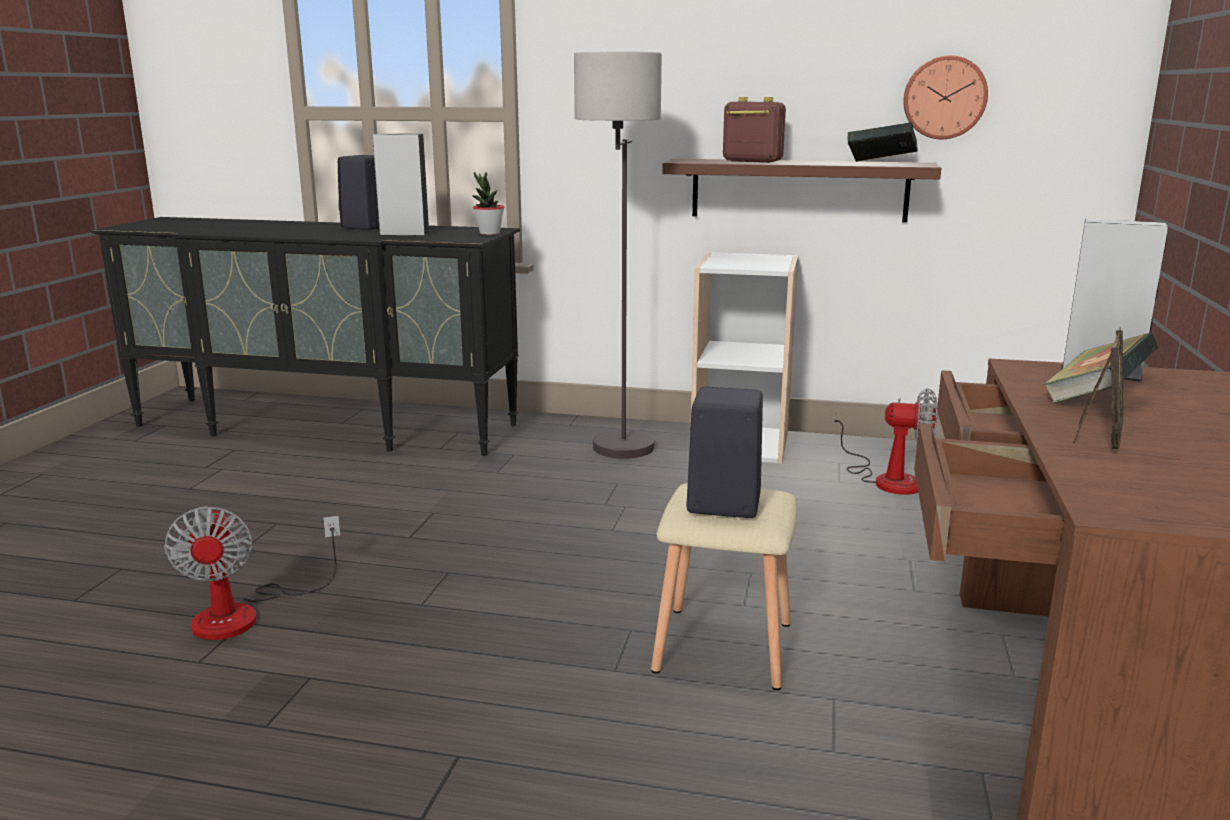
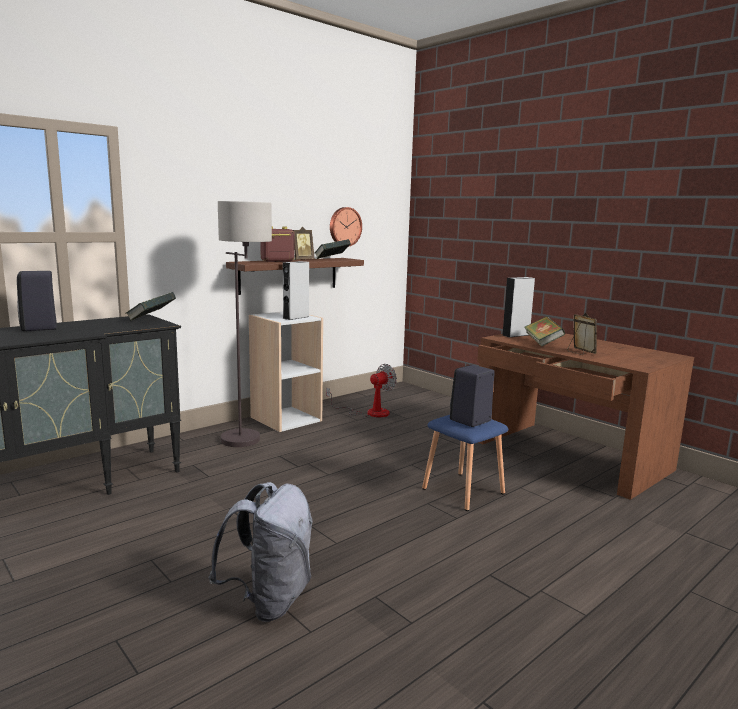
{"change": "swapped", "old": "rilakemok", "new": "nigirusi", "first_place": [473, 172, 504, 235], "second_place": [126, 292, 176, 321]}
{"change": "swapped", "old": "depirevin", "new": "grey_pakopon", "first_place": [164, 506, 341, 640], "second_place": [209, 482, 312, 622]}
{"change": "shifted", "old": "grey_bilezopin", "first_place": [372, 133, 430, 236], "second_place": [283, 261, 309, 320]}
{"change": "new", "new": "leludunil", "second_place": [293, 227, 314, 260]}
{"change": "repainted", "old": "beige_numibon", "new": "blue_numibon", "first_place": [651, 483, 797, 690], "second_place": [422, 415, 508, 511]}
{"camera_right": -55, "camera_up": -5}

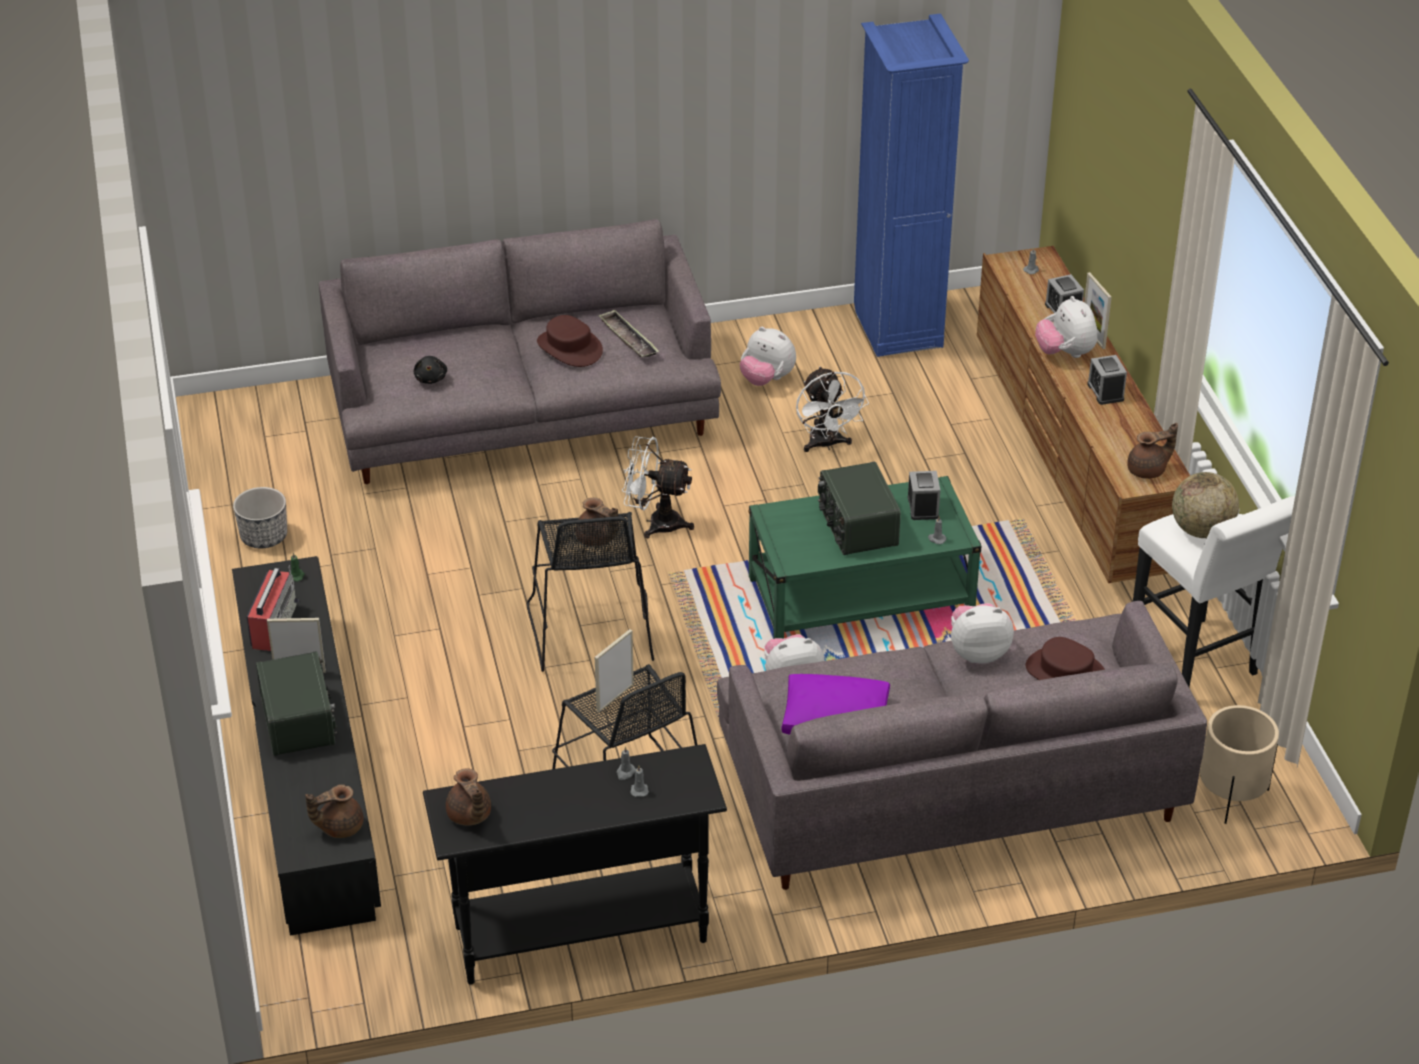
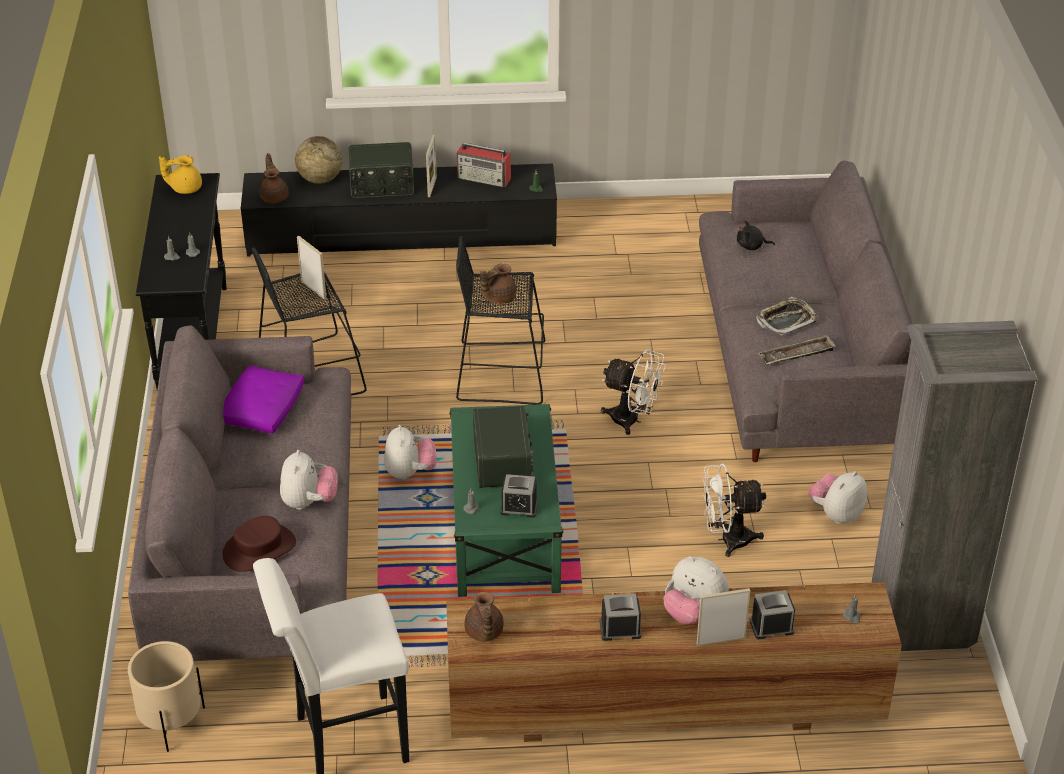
{"change": "repainted", "old": "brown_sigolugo", "new": "yellow_sigolugo", "first_place": [446, 768, 491, 826], "second_place": [159, 155, 202, 194]}
{"change": "shifted", "old": "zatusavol", "first_place": [1172, 472, 1239, 538], "second_place": [295, 136, 342, 184]}
{"change": "rotated", "old": "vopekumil", "first_place": [818, 461, 901, 555], "second_place": [473, 406, 535, 488], "degrees": 90}
{"change": "rotated", "old": "white_depirevin", "first_place": [622, 436, 694, 538], "second_place": [601, 349, 666, 435], "degrees": 90}
{"change": "rotated", "old": "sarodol", "first_place": [1035, 296, 1097, 358], "second_place": [663, 556, 729, 624], "degrees": -135}
{"change": "swapped", "old": "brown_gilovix", "new": "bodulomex", "first_place": [537, 315, 603, 367], "second_place": [756, 297, 818, 336]}
{"change": "repainted", "old": "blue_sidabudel", "new": "grey_sidabudel", "first_place": [854, 14, 969, 357], "second_place": [871, 321, 1038, 651]}
{"change": "gone", "old": "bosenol", "first_place": [233, 487, 287, 548]}
{"camera_right": 100, "camera_up": 0}

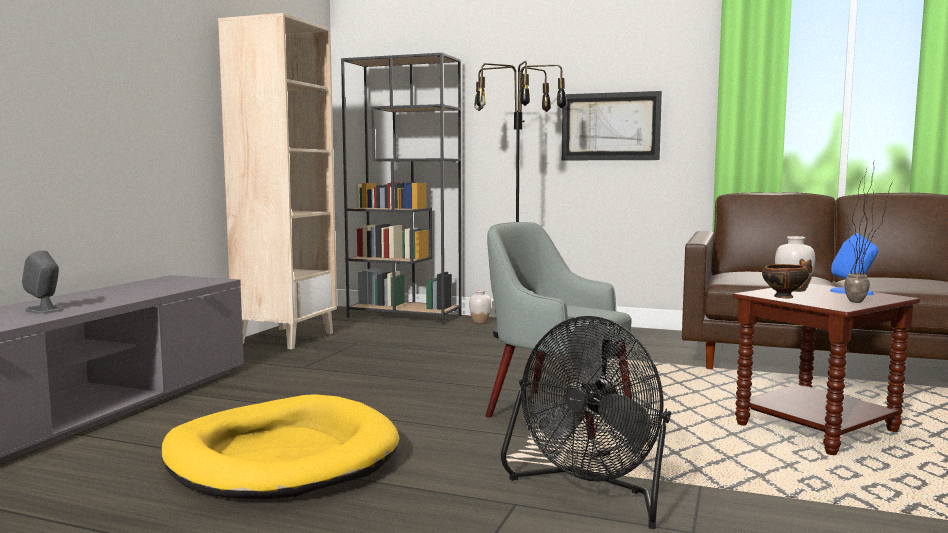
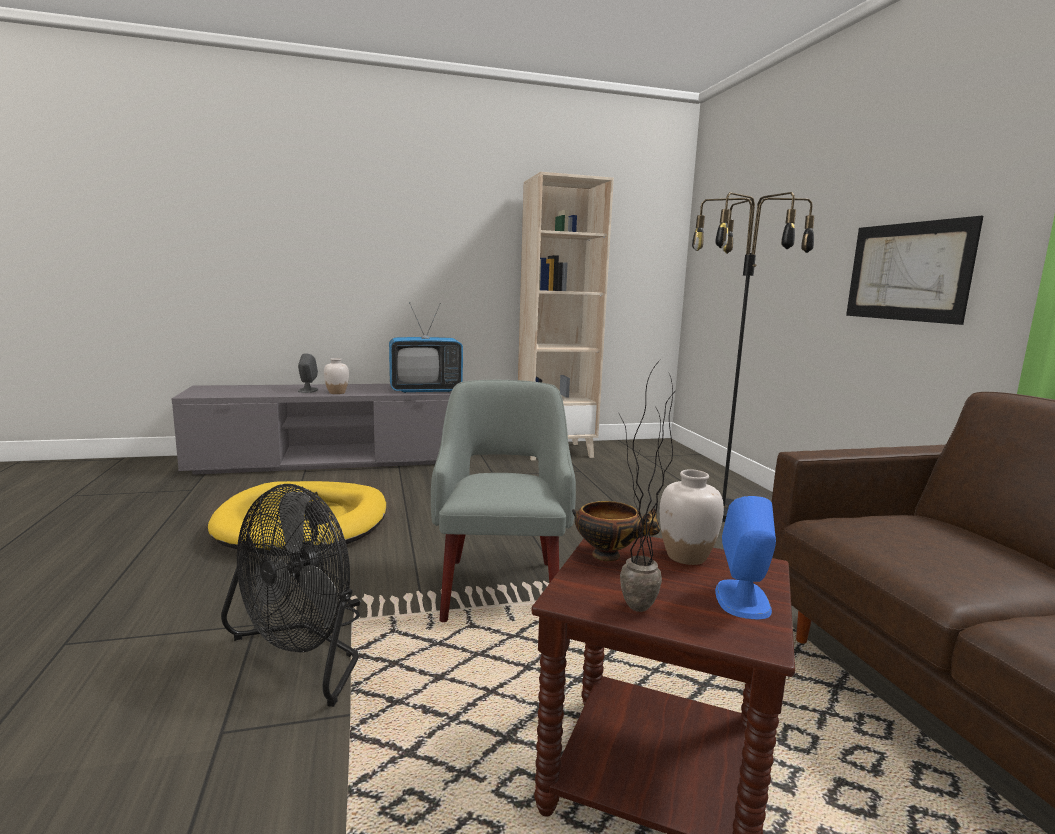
{"change": "rotated", "old": "black_depirevin", "first_place": [501, 316, 671, 529], "second_place": [221, 484, 362, 707], "degrees": -60}
{"change": "shifted", "old": "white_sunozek", "first_place": [469, 290, 492, 323], "second_place": [324, 358, 349, 394]}
{"change": "new", "new": "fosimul", "second_place": [389, 302, 463, 393]}
{"change": "gone", "old": "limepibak", "first_place": [341, 53, 462, 325]}
{"camera_right": 55, "camera_up": 5}

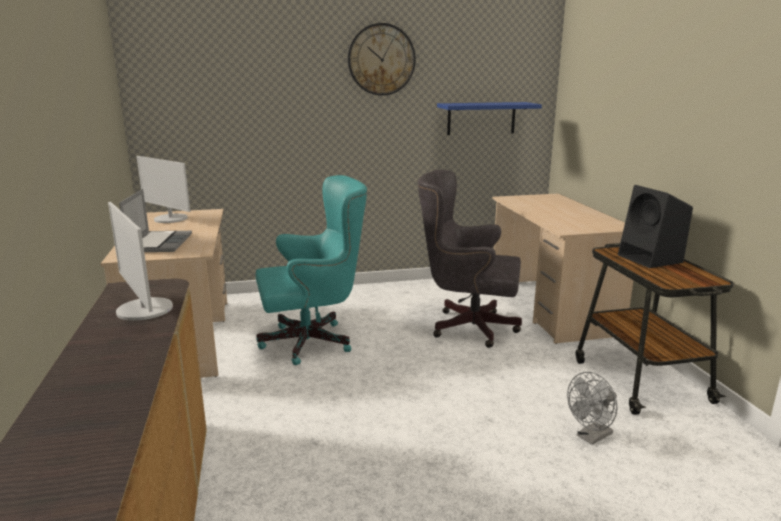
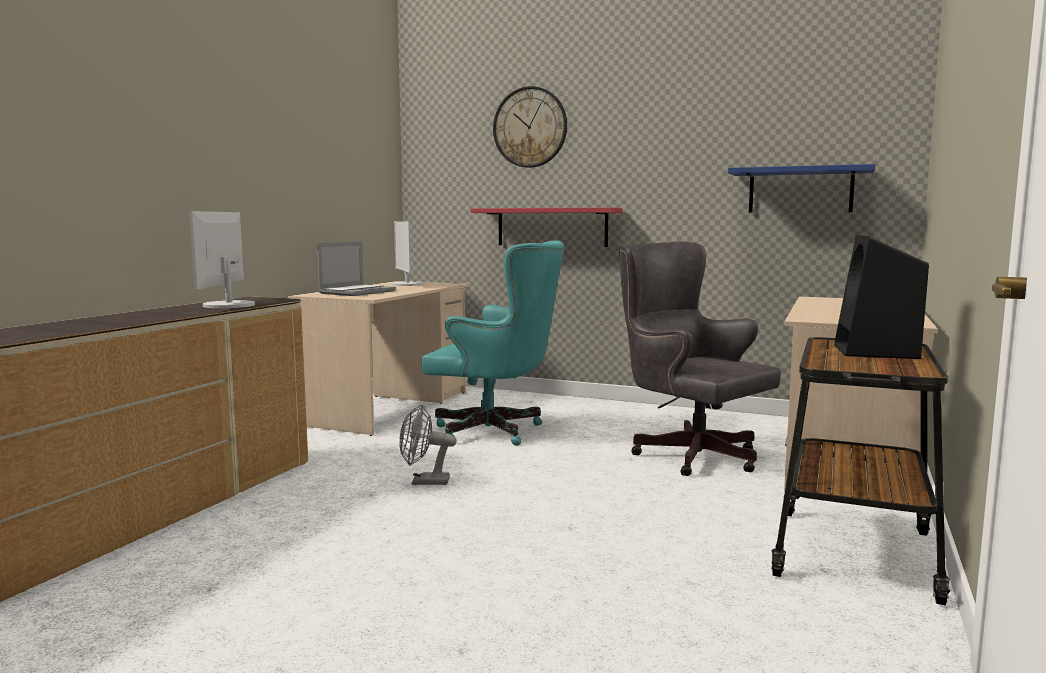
{"change": "shifted", "old": "grey_depirevin", "first_place": [567, 372, 617, 445], "second_place": [399, 404, 457, 485]}
{"change": "new", "new": "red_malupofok", "second_place": [471, 207, 622, 247]}
{"change": "shifted", "old": "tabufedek", "first_place": [348, 23, 416, 96], "second_place": [493, 86, 567, 168]}
{"camera_right": 35, "camera_up": -10}

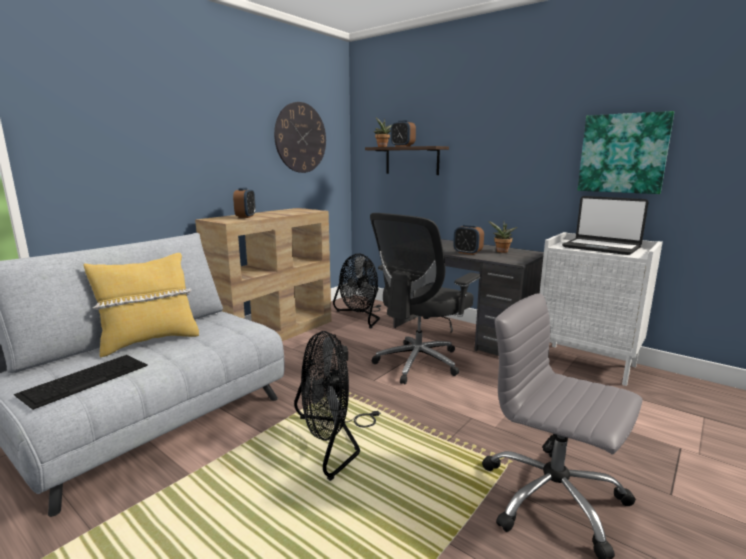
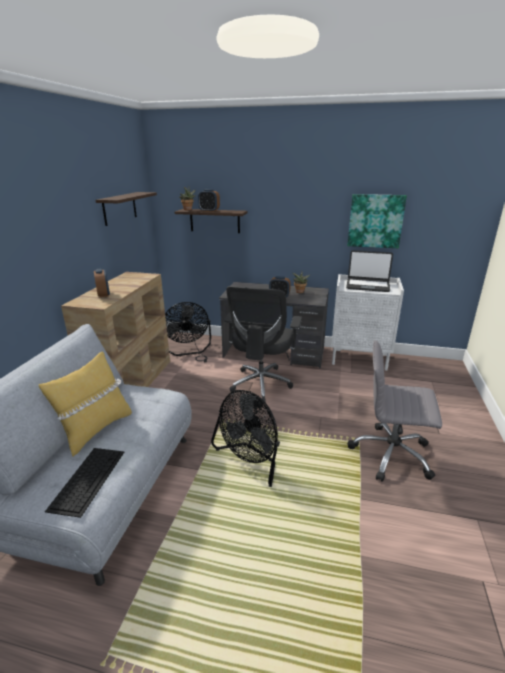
{"change": "swapped", "old": "tabufedek", "new": "malupofok", "first_place": [274, 102, 326, 173], "second_place": [96, 192, 157, 226]}
{"change": "rotated", "old": "black_depirevin", "first_place": [333, 253, 381, 328], "second_place": [165, 302, 211, 362], "degrees": 135}
{"camera_right": -25, "camera_up": 10}

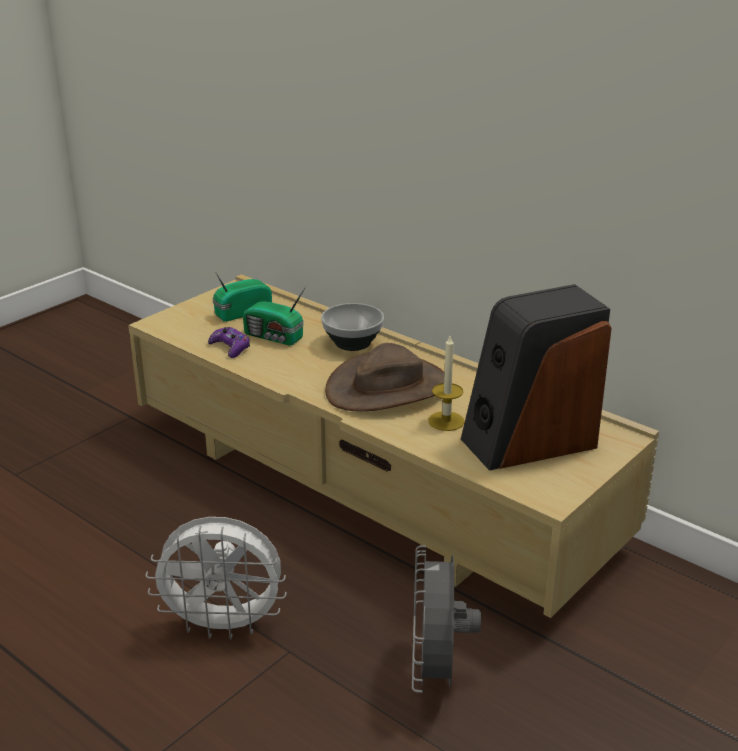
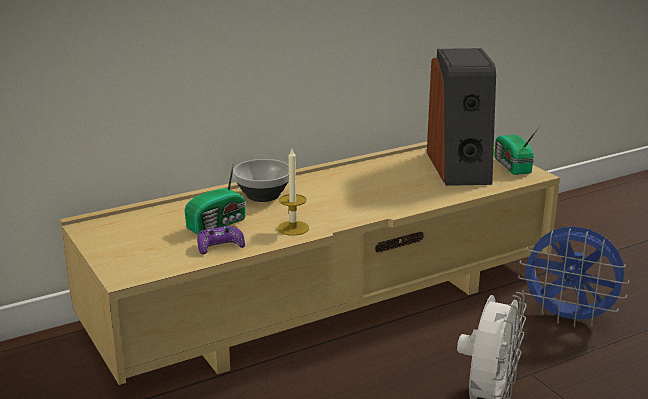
{"change": "shifted", "old": "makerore", "first_place": [429, 336, 464, 431], "second_place": [277, 149, 309, 236]}
{"change": "shifted", "old": "vopekumil", "first_place": [212, 272, 272, 322], "second_place": [494, 127, 539, 175]}
{"change": "repainted", "old": "grey_depirevin", "new": "blue_depirevin", "first_place": [412, 545, 481, 693], "second_place": [518, 227, 629, 327]}
{"change": "gone", "old": "brown_gilovix", "first_place": [325, 343, 445, 412]}
{"camera_right": -70, "camera_up": -5}

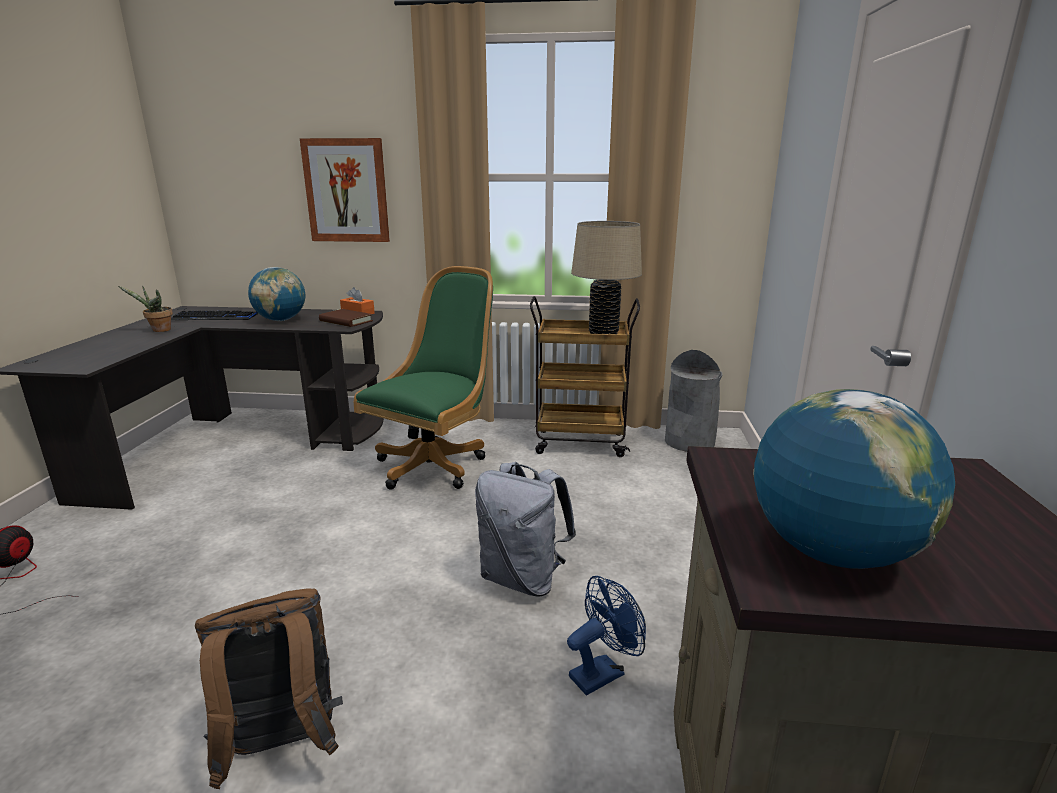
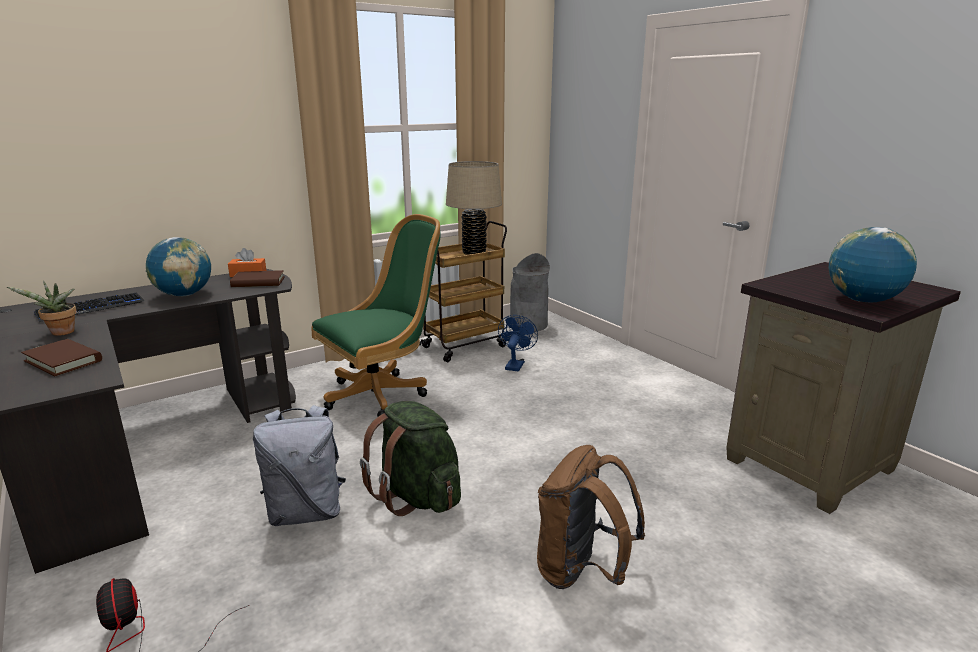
{"change": "new", "new": "brown_nigirusi", "second_place": [21, 339, 102, 376]}
{"change": "shifted", "old": "grey_pakopon", "first_place": [475, 462, 576, 597], "second_place": [253, 405, 346, 526]}
{"change": "rotated", "old": "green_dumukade", "first_place": [354, 266, 493, 490], "second_place": [311, 214, 441, 416], "degrees": 60}
{"change": "new", "new": "green_pakopon", "second_place": [360, 401, 461, 516]}
{"change": "shifted", "old": "blue_depirevin", "first_place": [567, 576, 646, 695], "second_place": [498, 315, 538, 372]}
{"change": "gone", "old": "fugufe", "first_place": [300, 138, 390, 242]}
{"camera_right": -40, "camera_up": 0}

